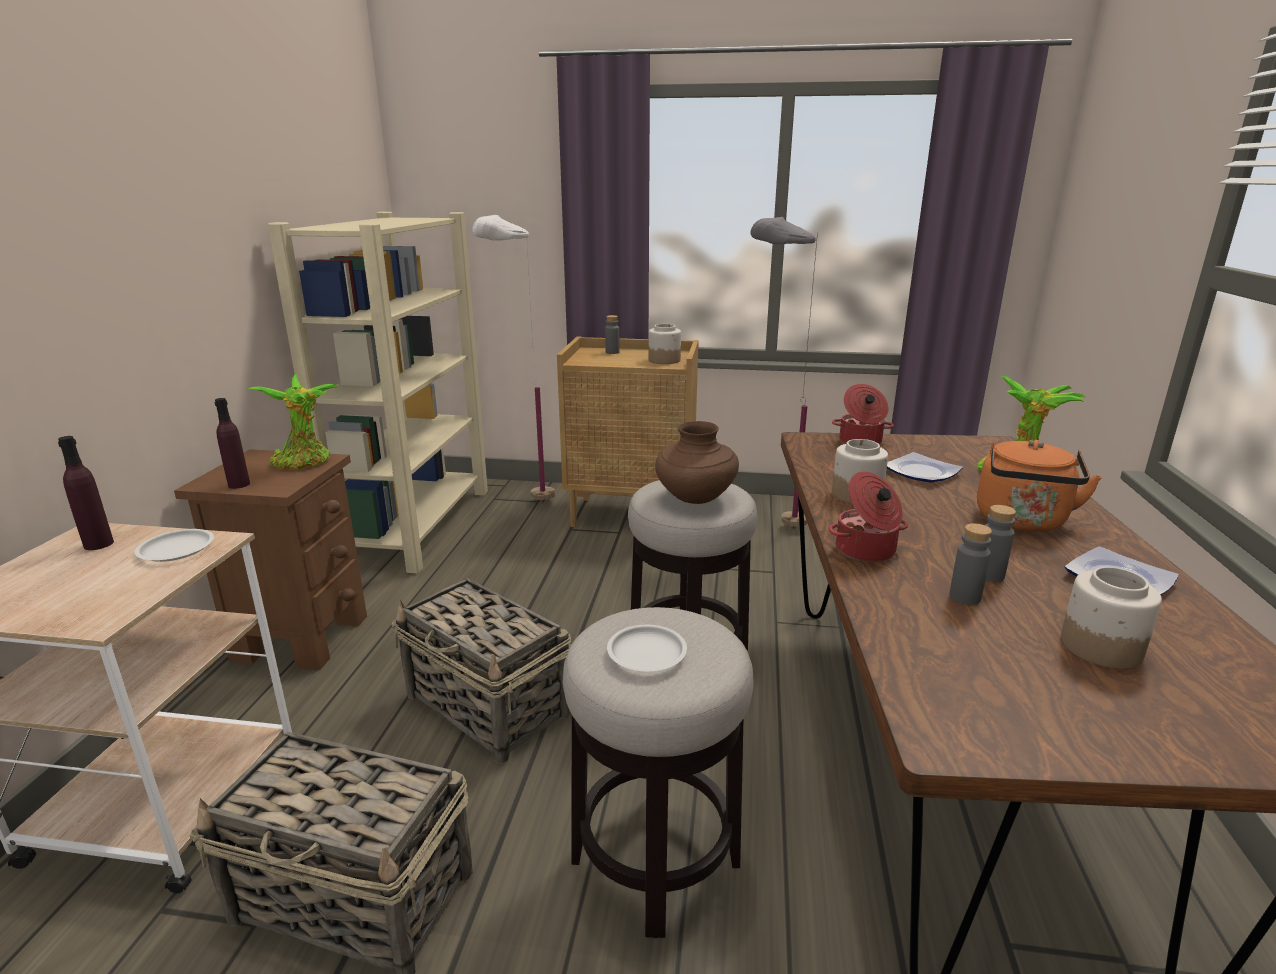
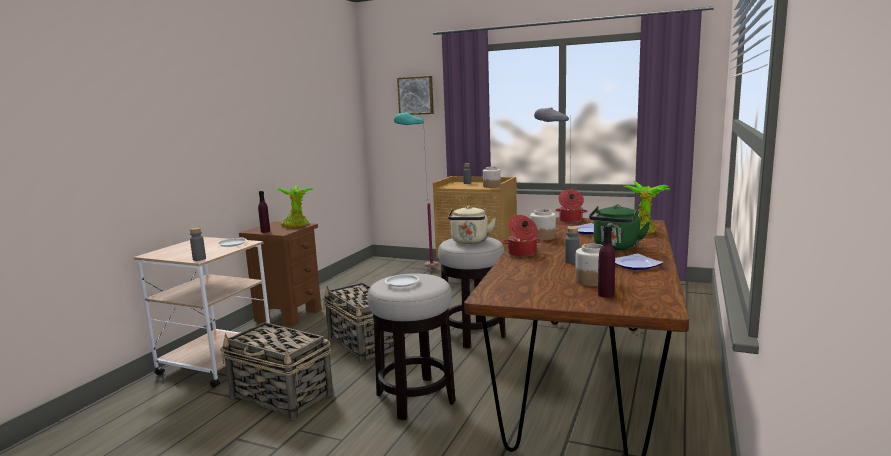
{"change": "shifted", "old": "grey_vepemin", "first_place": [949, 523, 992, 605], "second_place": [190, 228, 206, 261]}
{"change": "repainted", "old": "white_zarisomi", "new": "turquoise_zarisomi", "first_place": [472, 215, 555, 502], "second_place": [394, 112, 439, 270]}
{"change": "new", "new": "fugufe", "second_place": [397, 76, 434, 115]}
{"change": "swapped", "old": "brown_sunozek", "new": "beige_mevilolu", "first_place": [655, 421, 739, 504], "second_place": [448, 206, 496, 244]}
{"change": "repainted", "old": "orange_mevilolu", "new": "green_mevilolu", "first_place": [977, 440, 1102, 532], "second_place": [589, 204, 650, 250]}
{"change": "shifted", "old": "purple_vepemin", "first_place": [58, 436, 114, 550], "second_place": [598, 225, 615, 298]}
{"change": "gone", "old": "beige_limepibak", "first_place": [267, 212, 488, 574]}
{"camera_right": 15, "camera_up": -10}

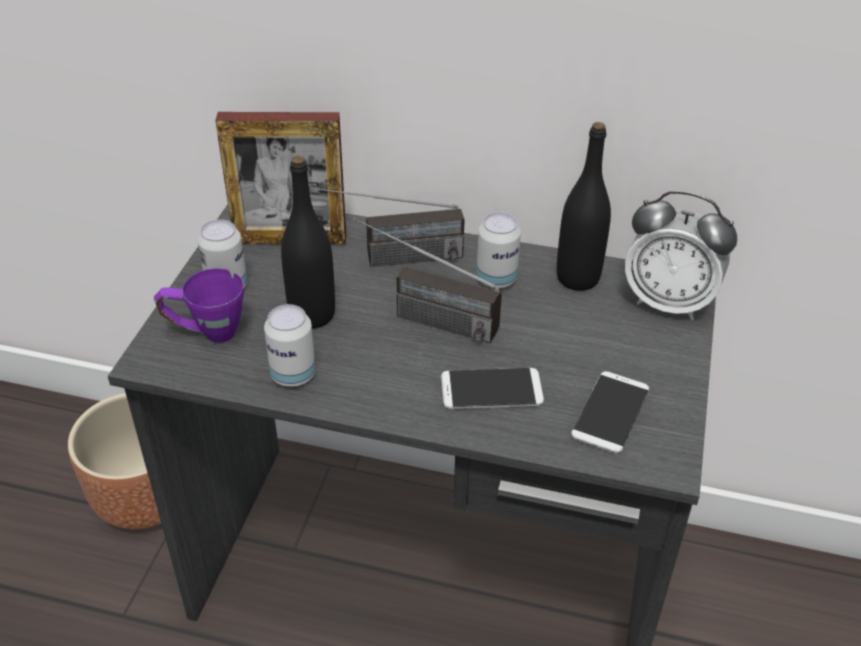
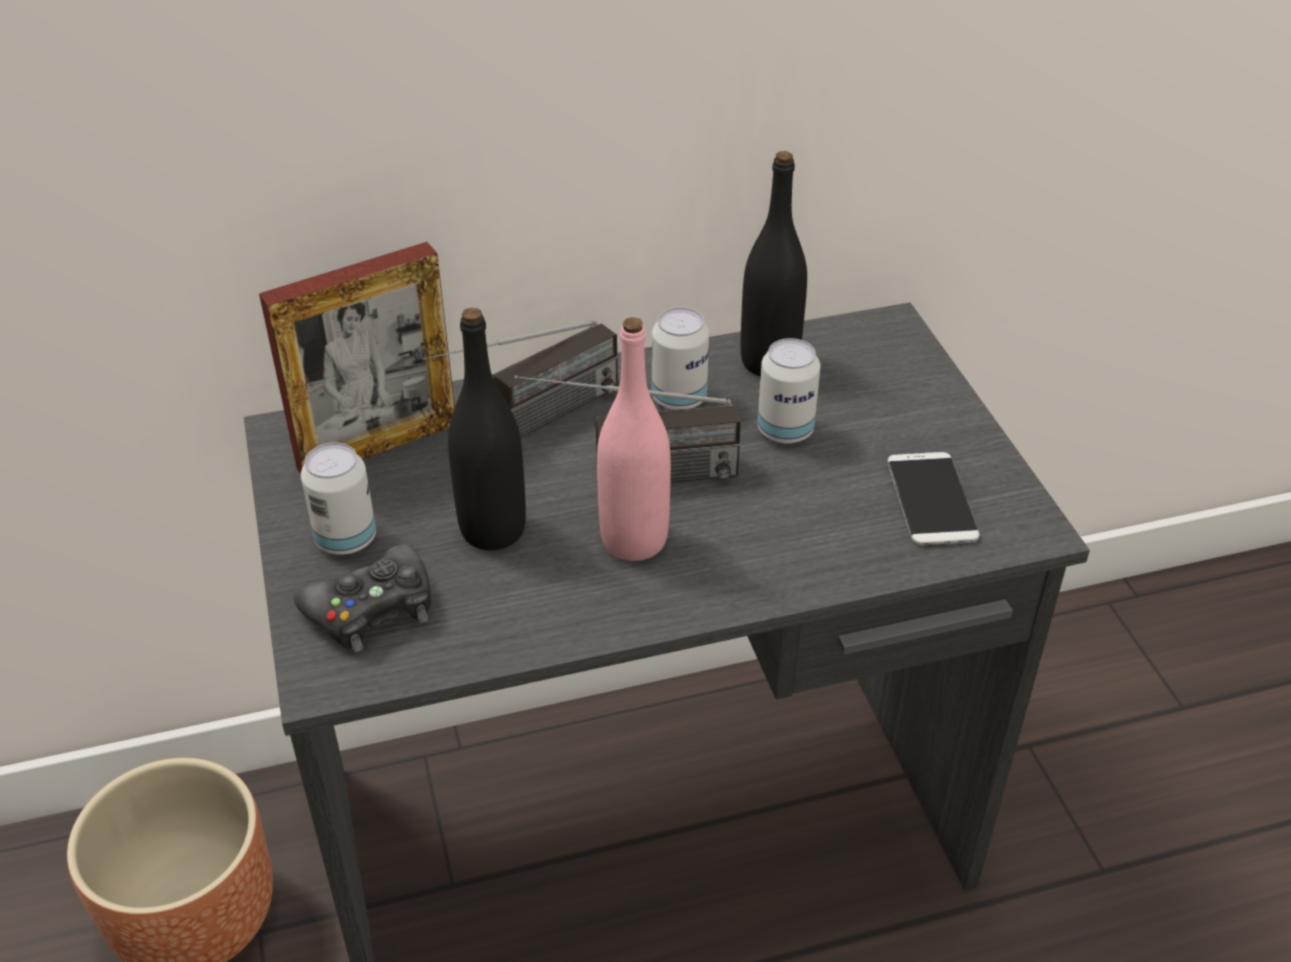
{"change": "swapped", "old": "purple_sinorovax", "new": "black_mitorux", "first_place": [154, 268, 244, 343], "second_place": [293, 544, 431, 652]}
{"change": "new", "new": "pink_vepemin", "second_place": [597, 317, 671, 561]}
{"change": "shifted", "old": "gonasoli", "first_place": [264, 304, 316, 387], "second_place": [757, 338, 820, 444]}
{"change": "gone", "old": "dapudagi", "first_place": [441, 368, 544, 409]}
{"change": "gone", "old": "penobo", "first_place": [625, 191, 737, 320]}
{"camera_right": -30, "camera_up": 0}

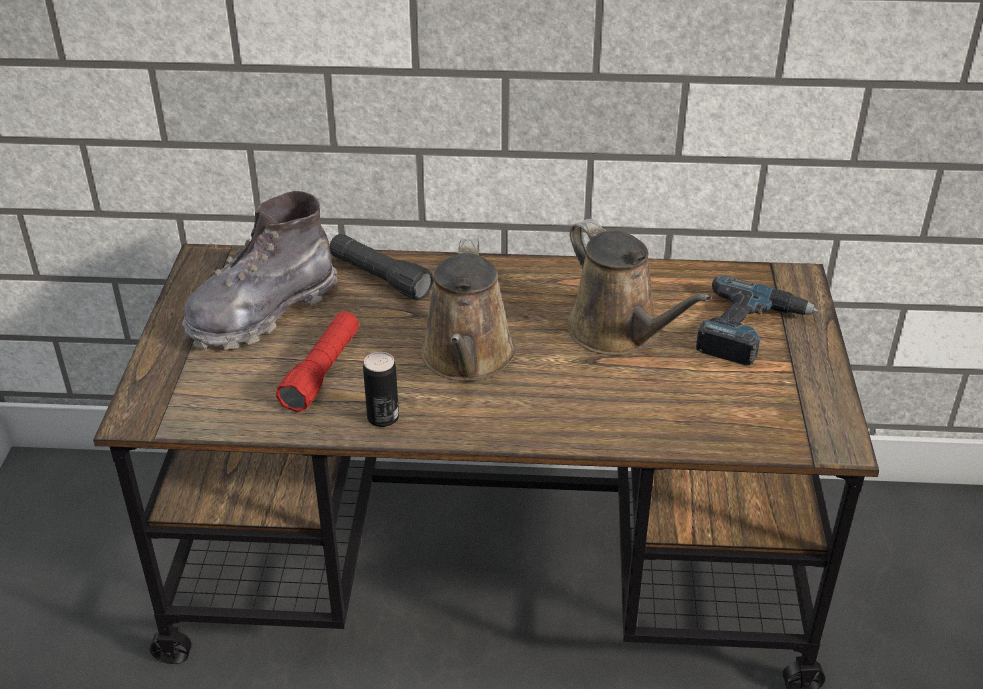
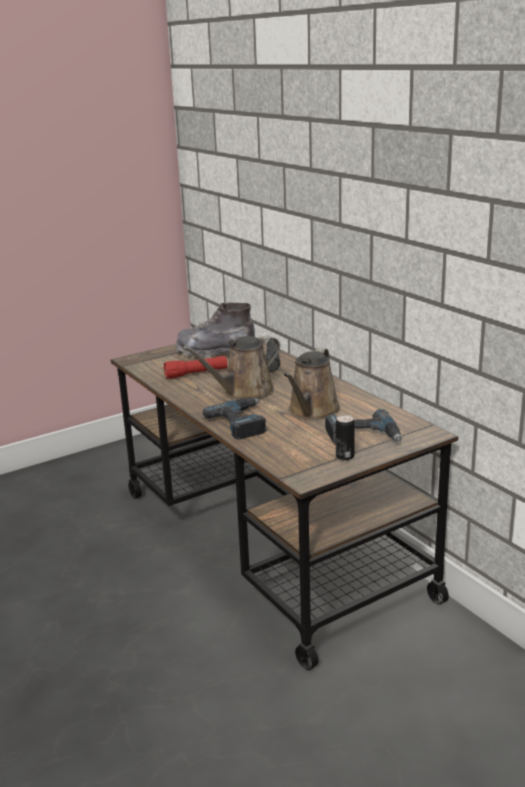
{"change": "new", "new": "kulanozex", "second_place": [203, 398, 267, 440]}
{"change": "shifted", "old": "gonasoli", "first_place": [363, 352, 399, 427], "second_place": [336, 415, 355, 460]}
{"camera_right": 55, "camera_up": -15}

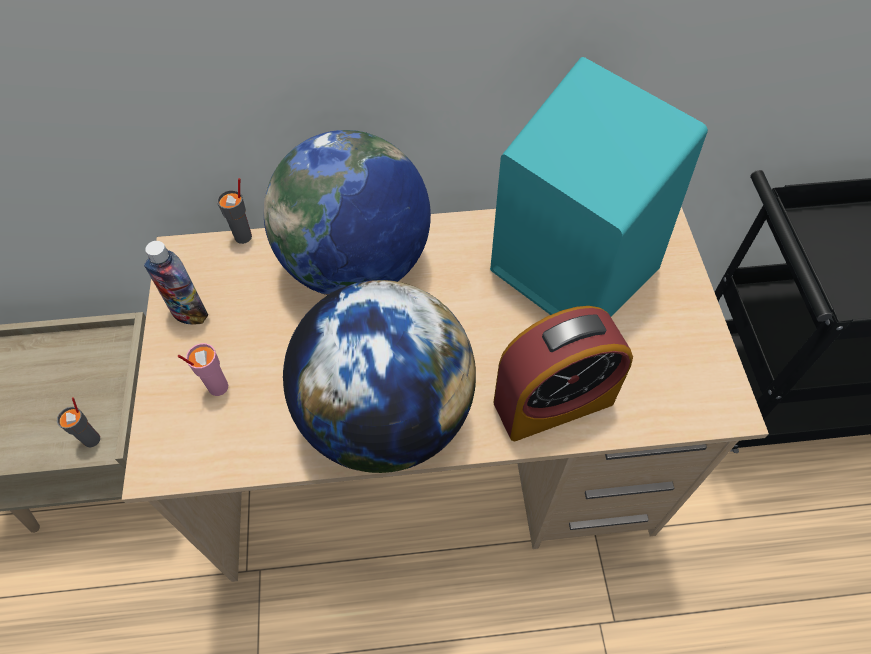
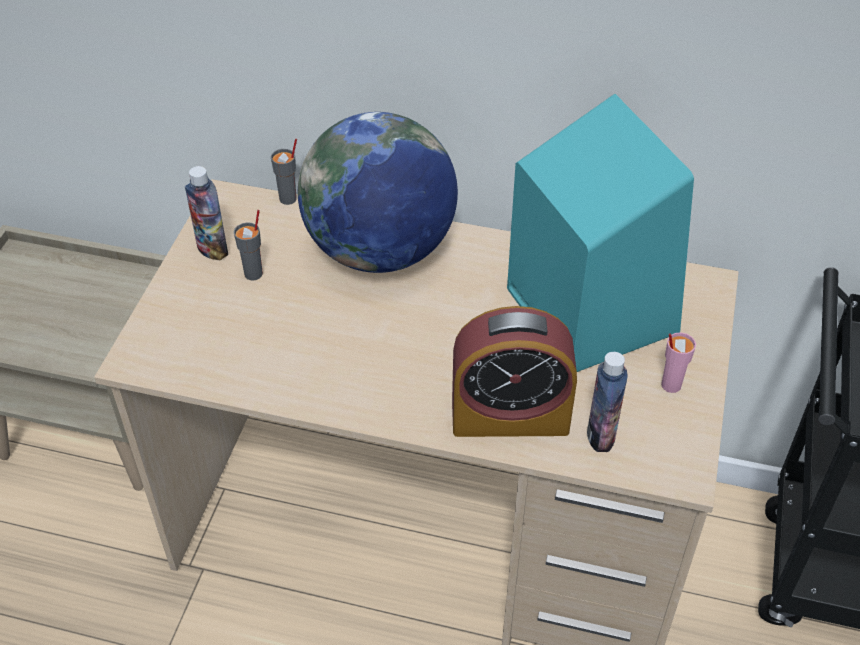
{"change": "shifted", "old": "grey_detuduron", "first_place": [57, 397, 100, 447], "second_place": [234, 210, 263, 280]}
{"change": "new", "new": "vepemin", "second_place": [587, 352, 628, 452]}
{"change": "shifted", "old": "pink_detuduron", "first_place": [178, 343, 228, 396], "second_place": [661, 333, 696, 393]}
{"change": "gone", "old": "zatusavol", "first_place": [283, 280, 476, 473]}
{"camera_right": 20, "camera_up": -10}

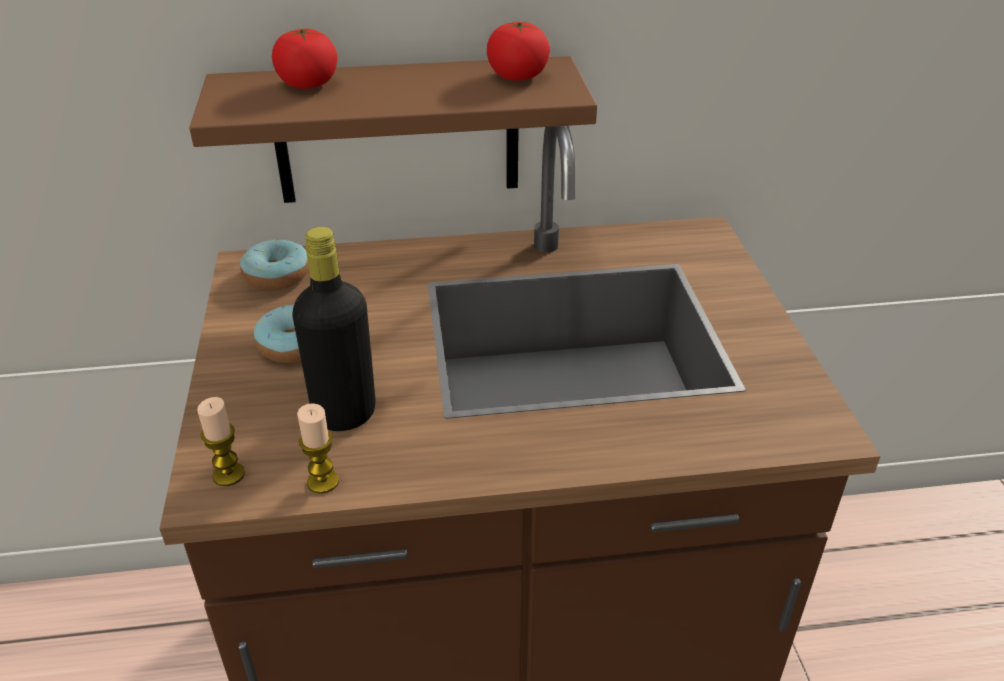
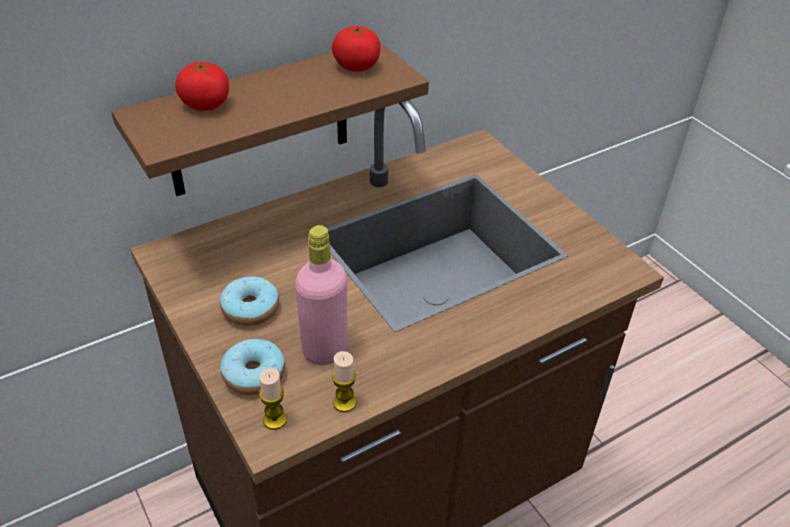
{"change": "shifted", "old": "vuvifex", "first_place": [240, 239, 309, 290], "second_place": [220, 339, 285, 395]}
{"change": "repainted", "old": "black_vepemin", "new": "pink_vepemin", "first_place": [292, 227, 376, 431], "second_place": [295, 225, 347, 365]}
{"camera_right": -25, "camera_up": 5}

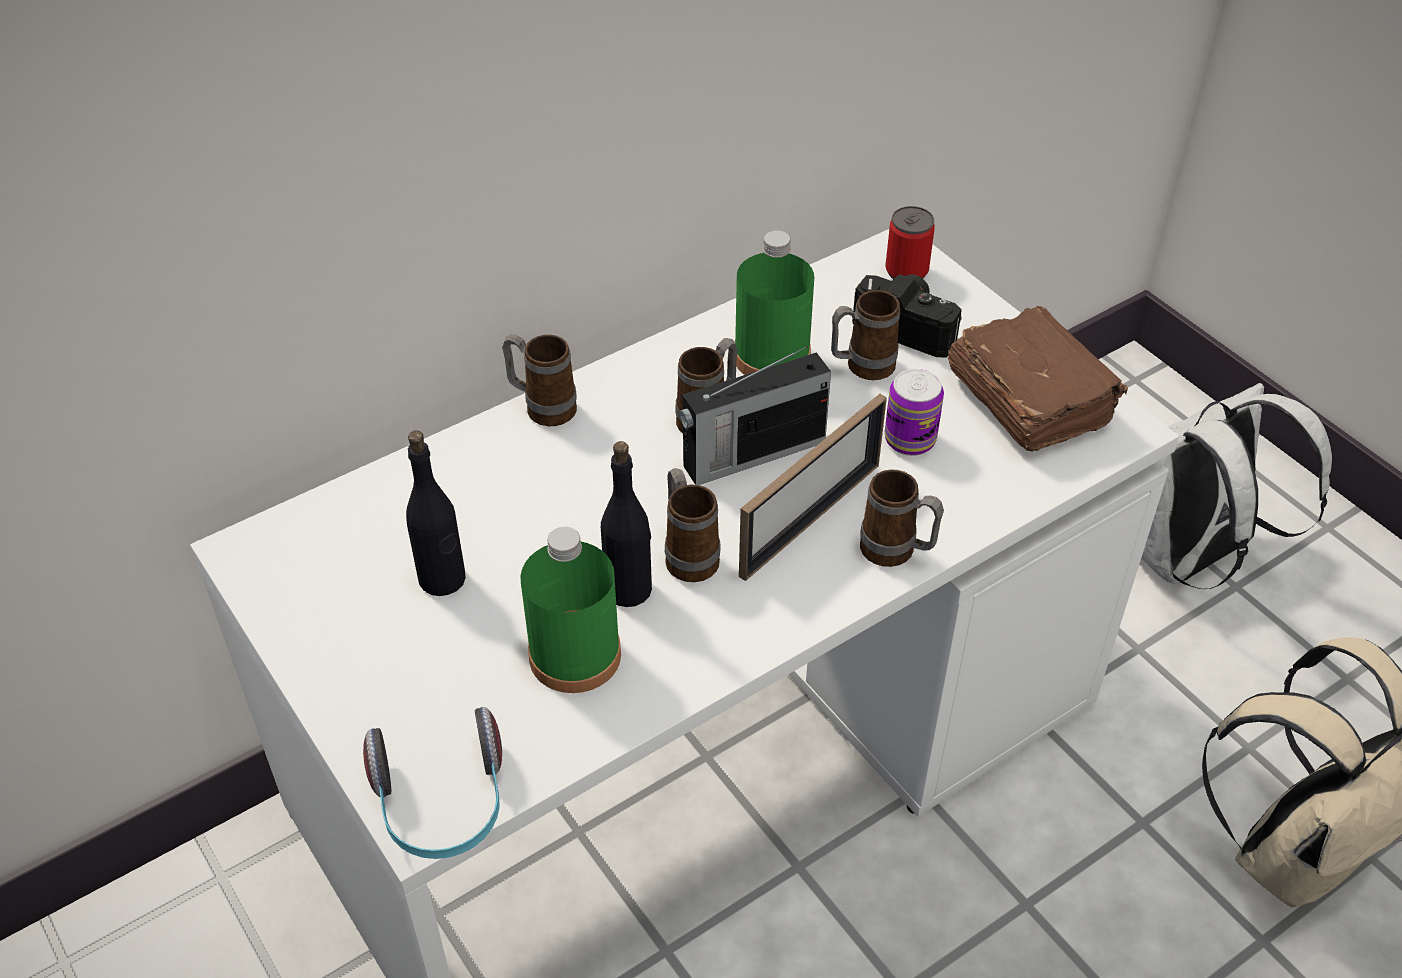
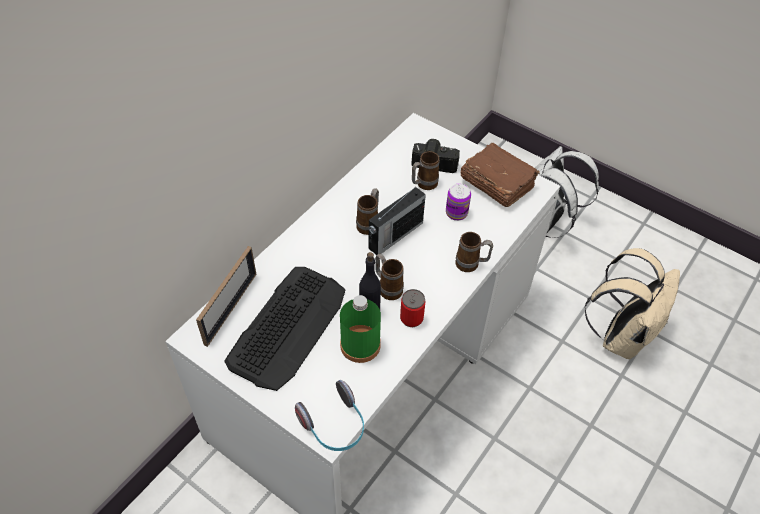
{"change": "shifted", "old": "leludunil", "first_place": [739, 394, 887, 581], "second_place": [196, 246, 257, 347]}
{"change": "swapped", "old": "black_vepemin", "new": "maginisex", "first_place": [406, 430, 466, 596], "second_place": [224, 267, 345, 391]}
{"change": "shifted", "old": "gonasoli", "first_place": [885, 206, 935, 279], "second_place": [400, 289, 425, 327]}
{"change": "gone", "old": "sinorovax", "first_place": [502, 334, 577, 426]}
{"change": "gone", "old": "green_vepemin", "first_place": [735, 231, 814, 375]}
{"camera_right": -20, "camera_up": 5}

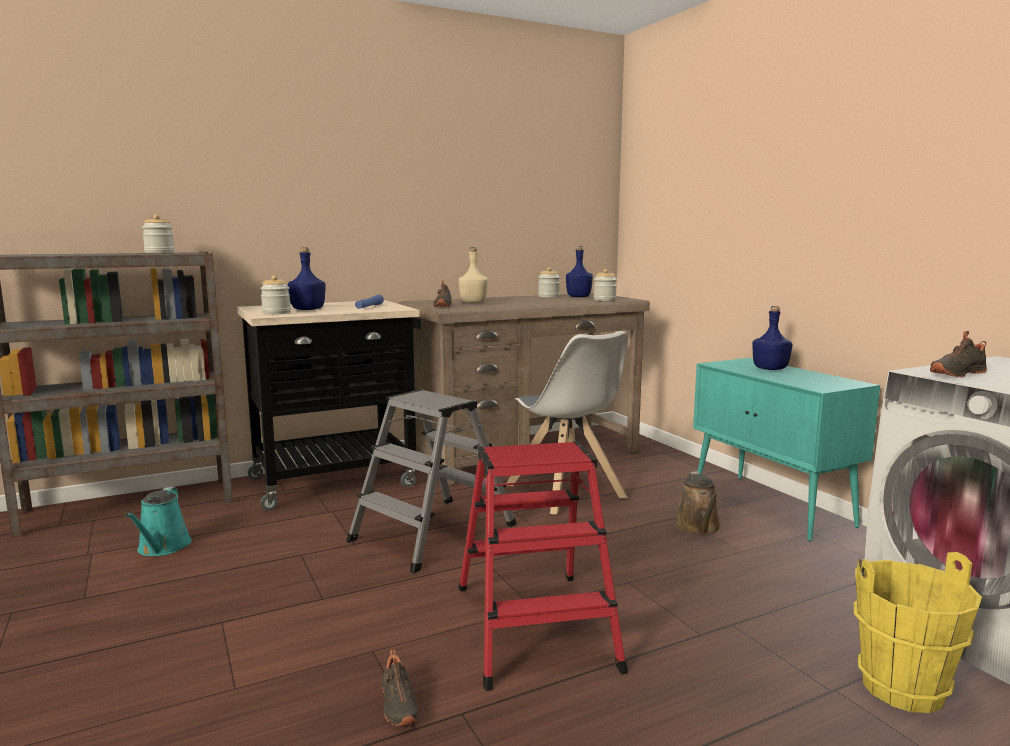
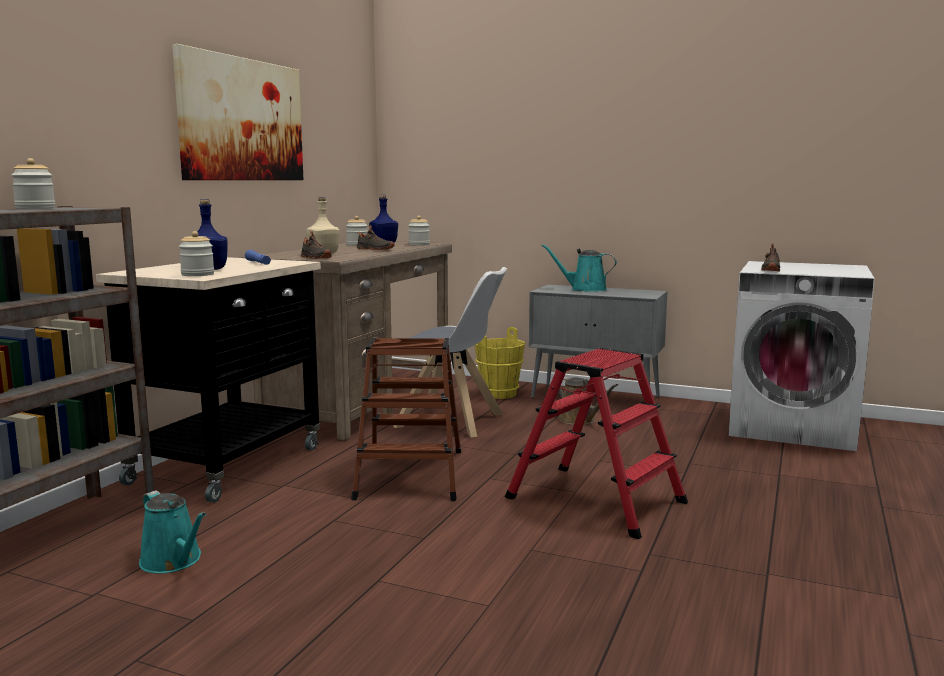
{"change": "new", "new": "fugufe", "second_place": [172, 44, 303, 180]}
{"change": "repainted", "old": "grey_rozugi", "new": "brown_rozugi", "first_place": [346, 389, 517, 573], "second_place": [351, 338, 461, 501]}
{"change": "shifted", "old": "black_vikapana", "first_place": [382, 649, 419, 726], "second_place": [357, 225, 394, 250]}
{"change": "shifted", "old": "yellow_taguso", "first_place": [854, 552, 982, 713], "second_place": [475, 327, 525, 399]}
{"change": "repainted", "old": "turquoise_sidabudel", "new": "grey_sidabudel", "first_place": [693, 358, 880, 541], "second_place": [529, 285, 668, 398]}
{"change": "swapped", "old": "blue_vepemin", "new": "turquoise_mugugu", "first_place": [752, 306, 793, 370], "second_place": [541, 244, 617, 292]}
{"camera_right": -40, "camera_up": 0}

